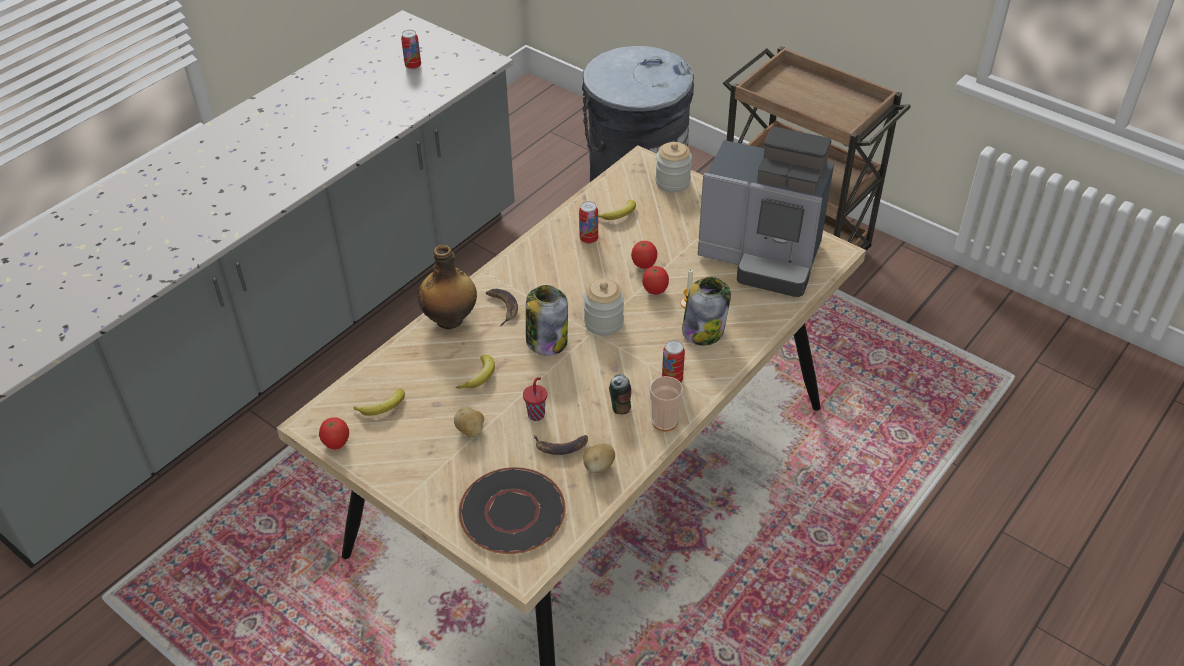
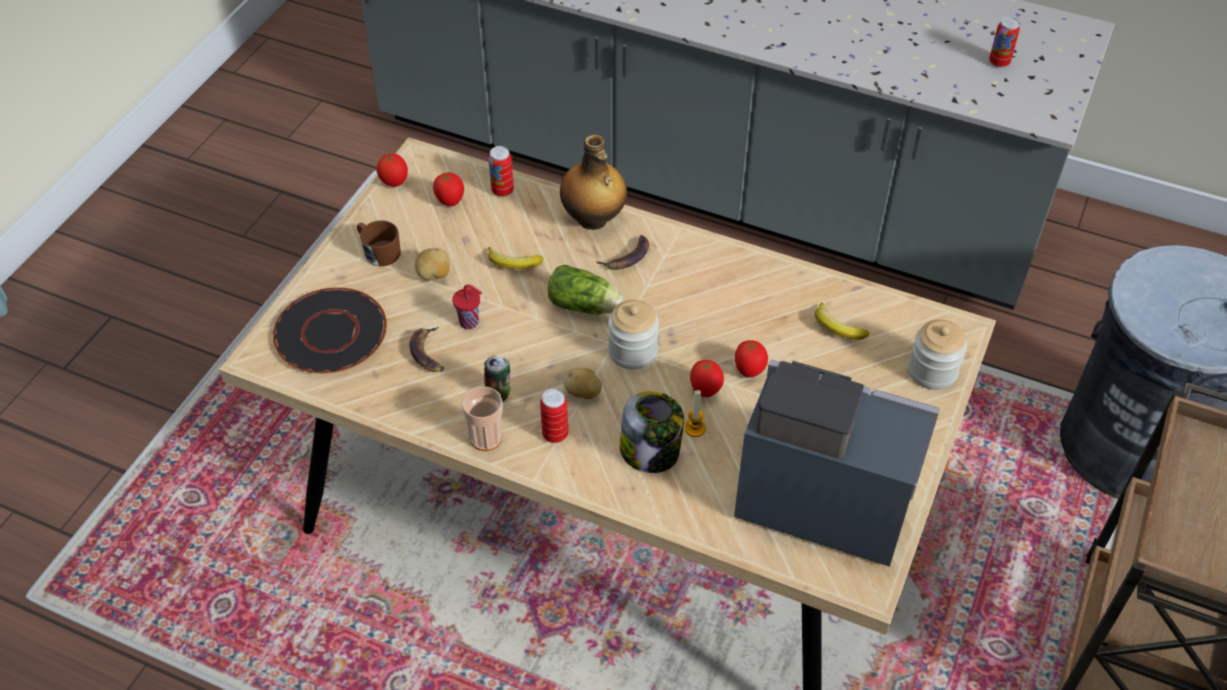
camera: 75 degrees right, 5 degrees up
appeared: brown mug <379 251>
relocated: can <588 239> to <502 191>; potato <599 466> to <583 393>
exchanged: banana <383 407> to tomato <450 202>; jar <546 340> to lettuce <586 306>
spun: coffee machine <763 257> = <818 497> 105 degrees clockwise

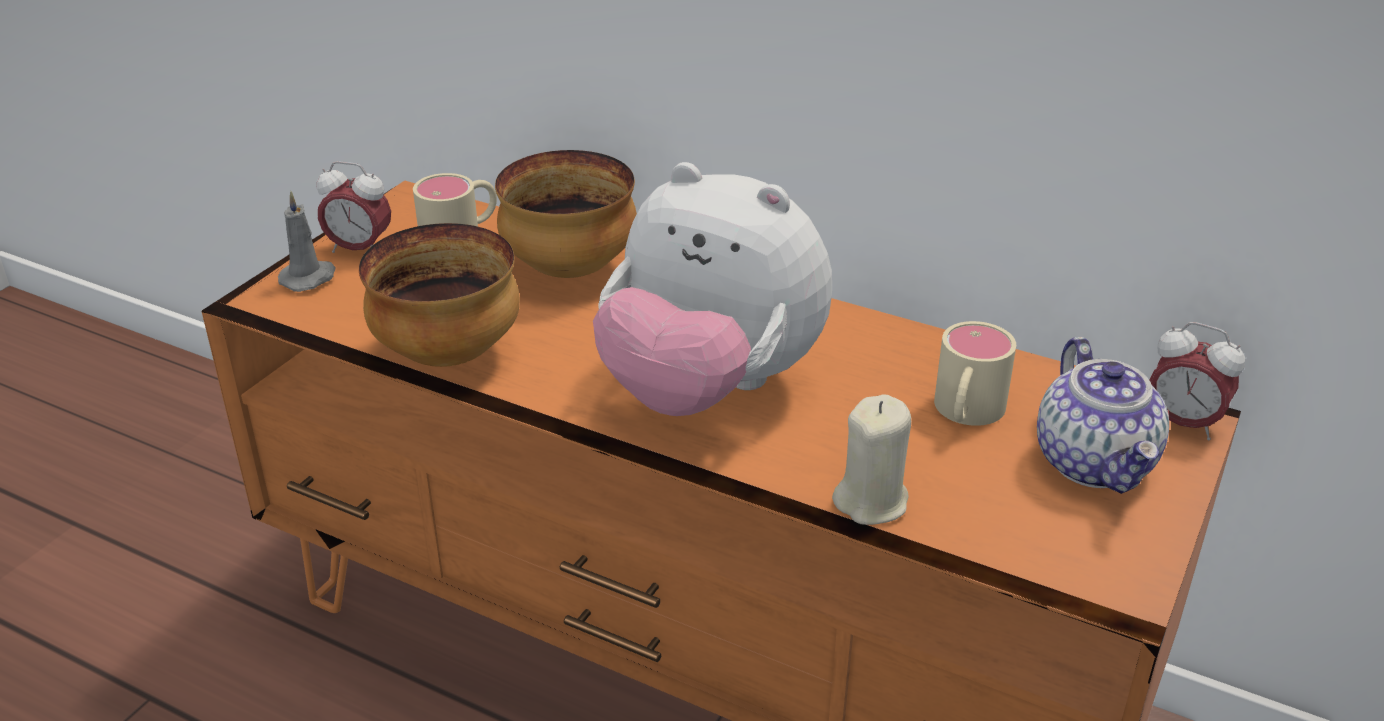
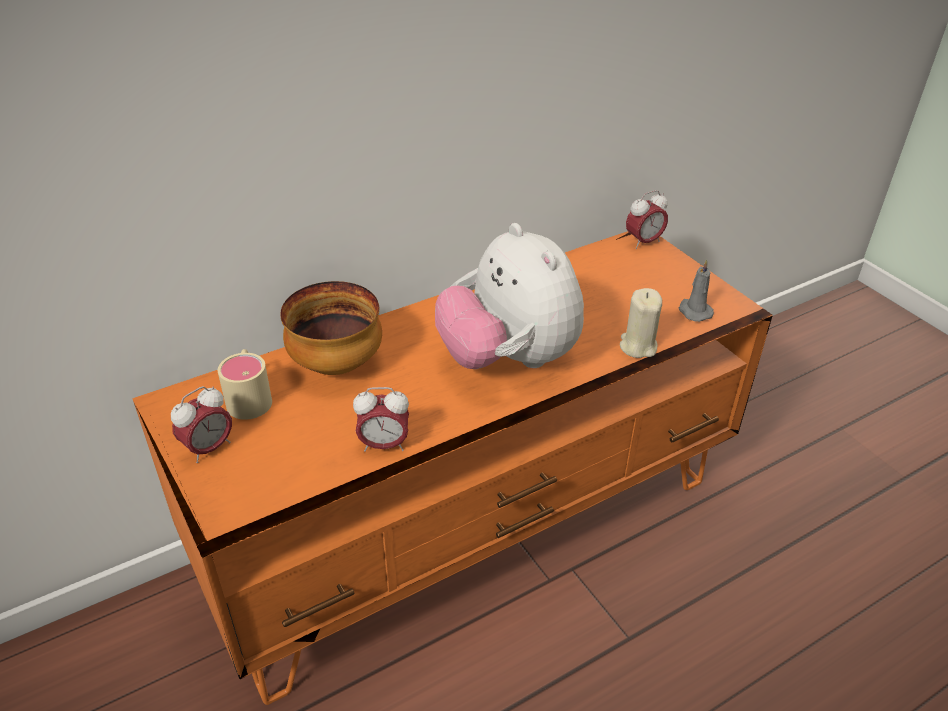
camera: 60 degrees left, 5 degrees up
missing: beige mug <965 413>; teapot <1096 463>
relocated: grey candle <309 278> to <694 311>
exchanged: bowl <450 354> to alarm clock <384 445>
spun: plush toy <709 389> = <508 359> 90 degrees clockwise

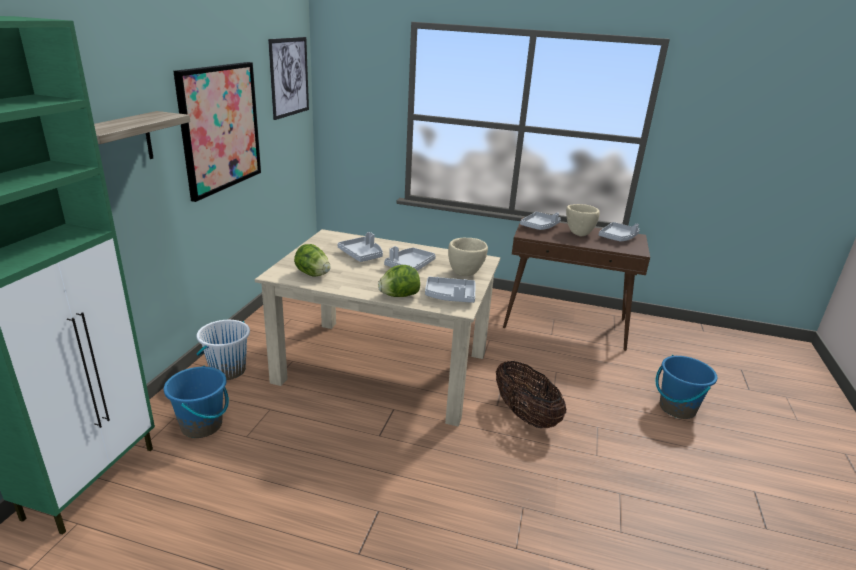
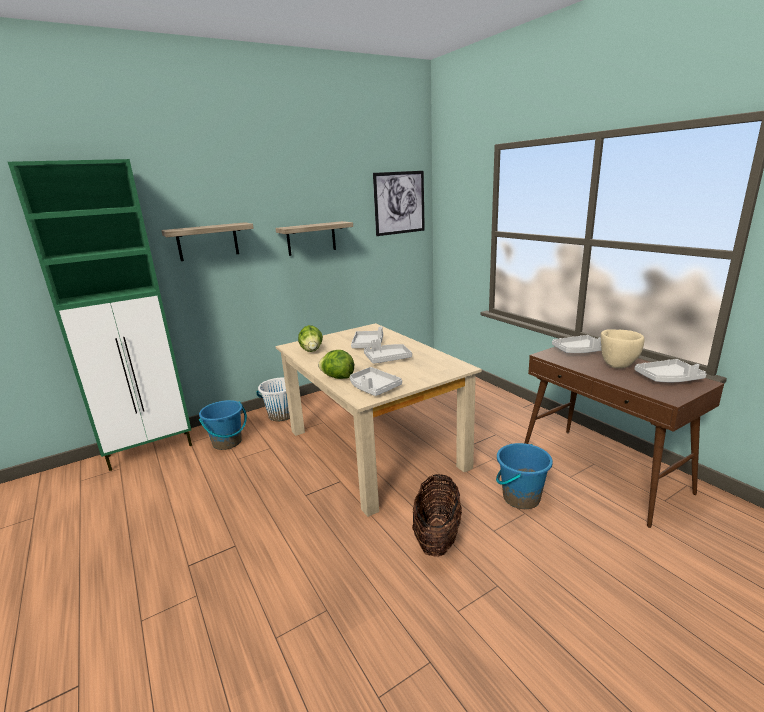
camera: 45 degrees right, 5 degrees down
missing: beige bowl <465 273>
relocated: blue bucket <677 408> to <520 498>
exchanged: picture <220 128> to shelf <311 238>

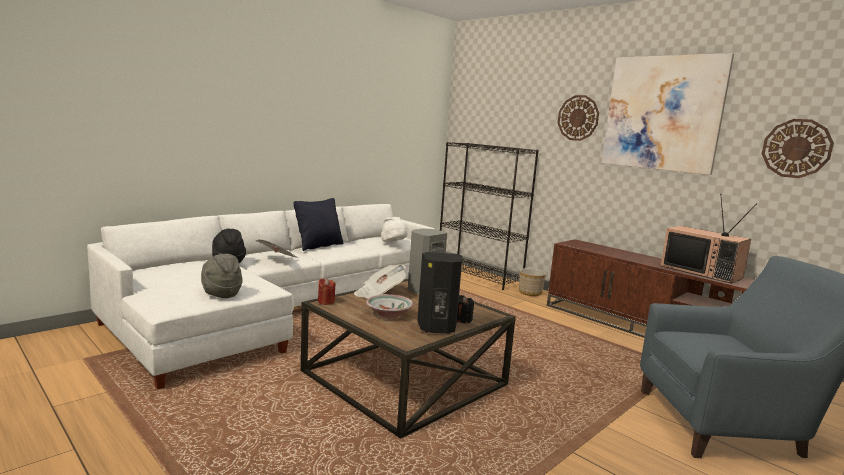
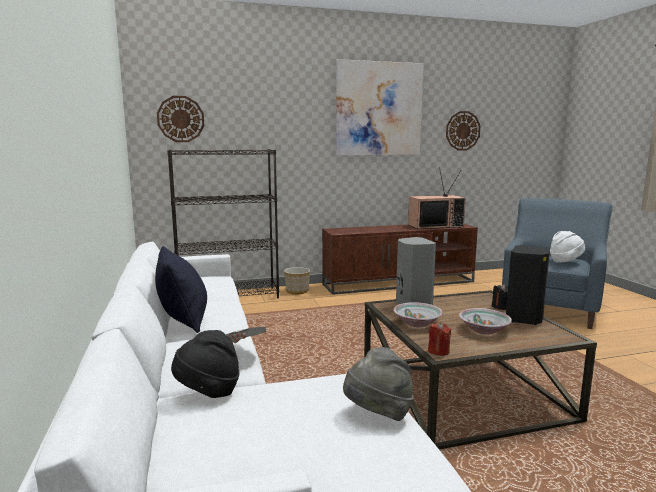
camera: 60 degrees left, 0 degrees up
relocated: wall clock <578 118> to <180 119>; white hat <394 244> to <565 261>
exchanged: newspaper <379 294> to bowl <417 323>

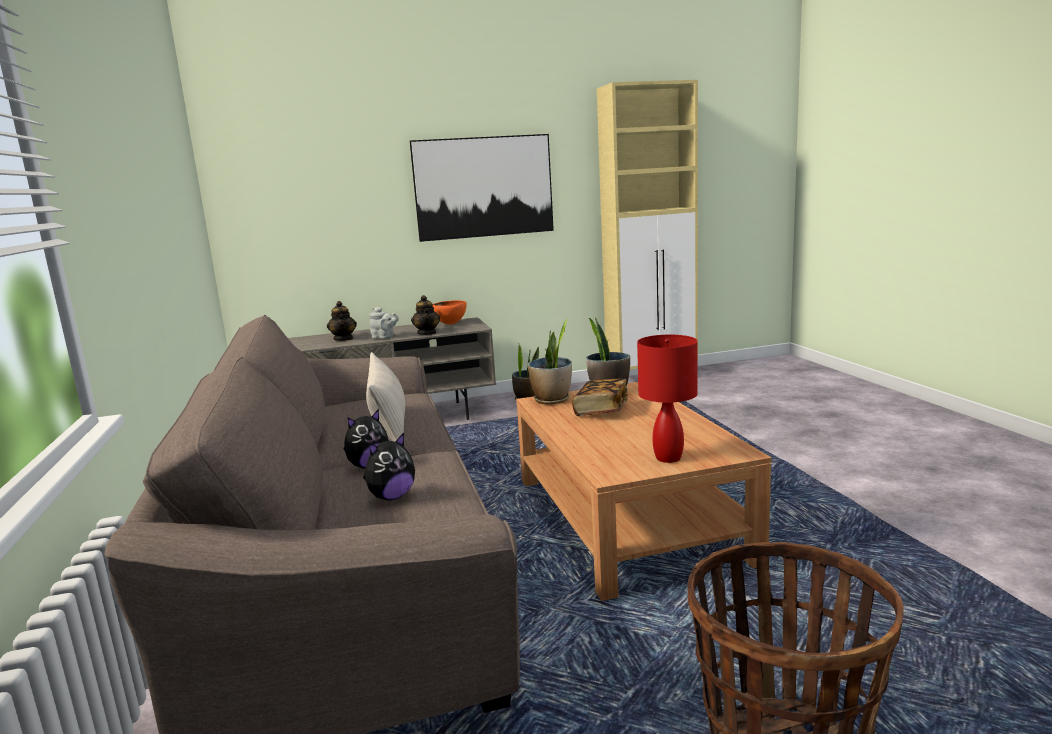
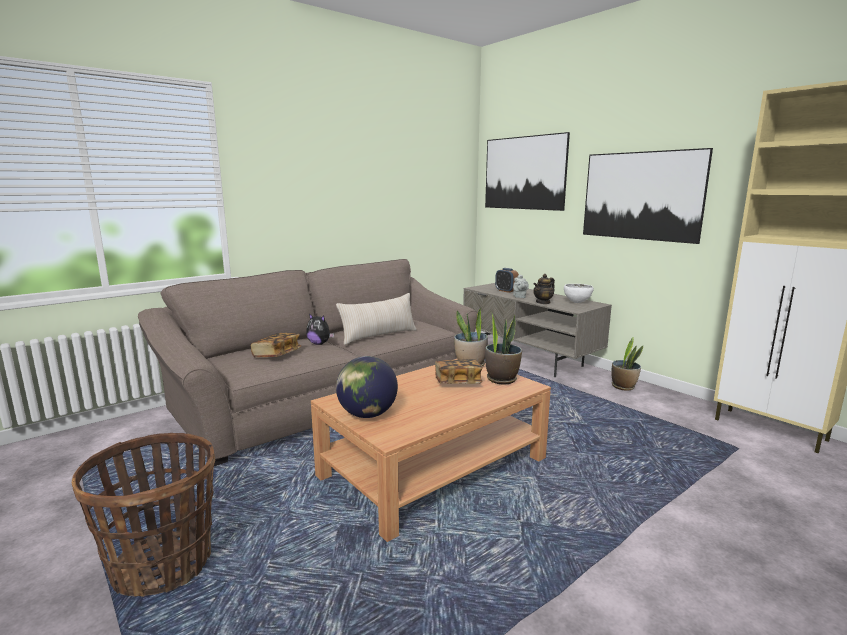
camera: 65 degrees right, 0 degrees up
appeared: picture <524 173>
exchanged: plush toy <391 497> to book <277 355>; red table lamp <668 458> to globe <367 414>; teapot <343 339> to alarm clock <506 291>
colour: orange bowl <451 324> to white bowl <577 302>

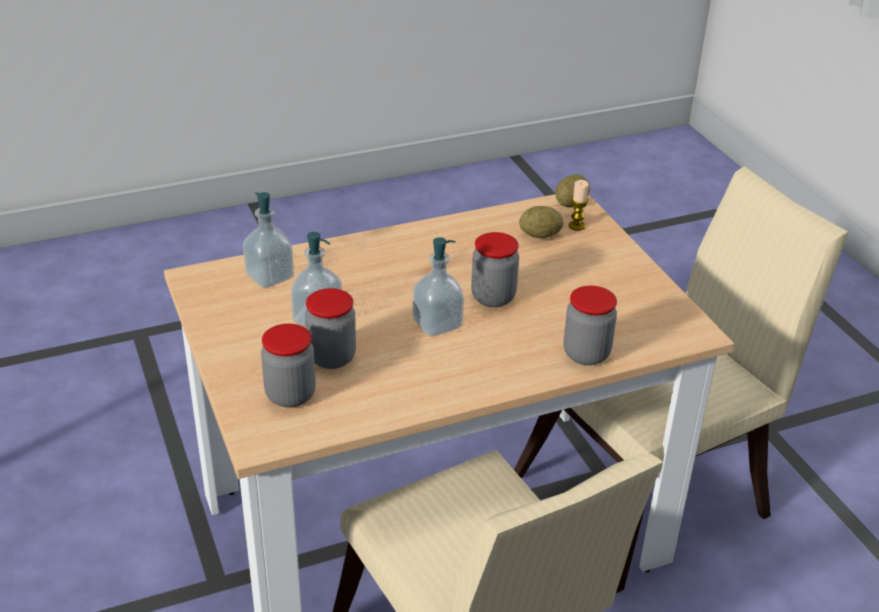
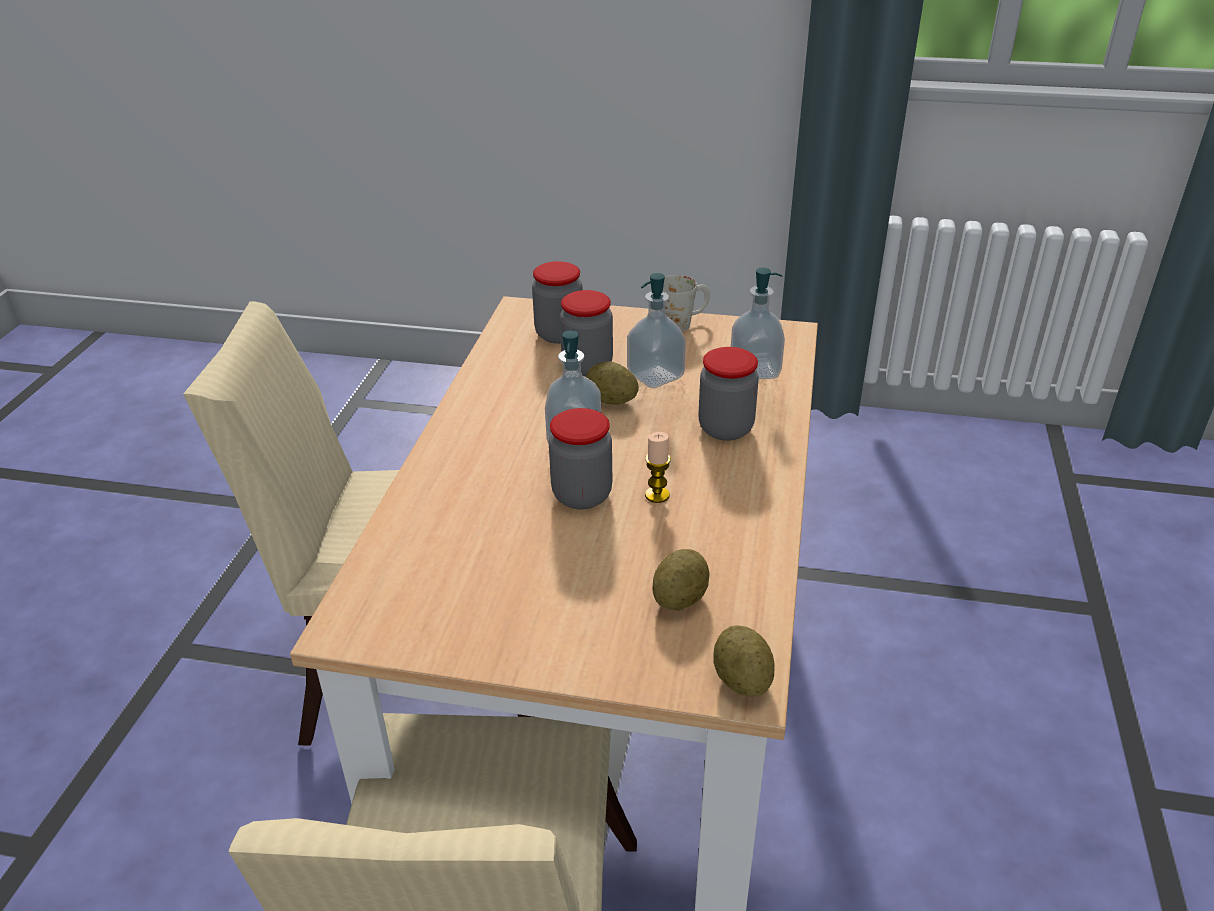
camera: 125 degrees right, 0 degrees up
appeared: potato <612 400>; white mug <683 323>
relocated: candle <576 226> to <657 495>; jar <586 354> to <725 428>

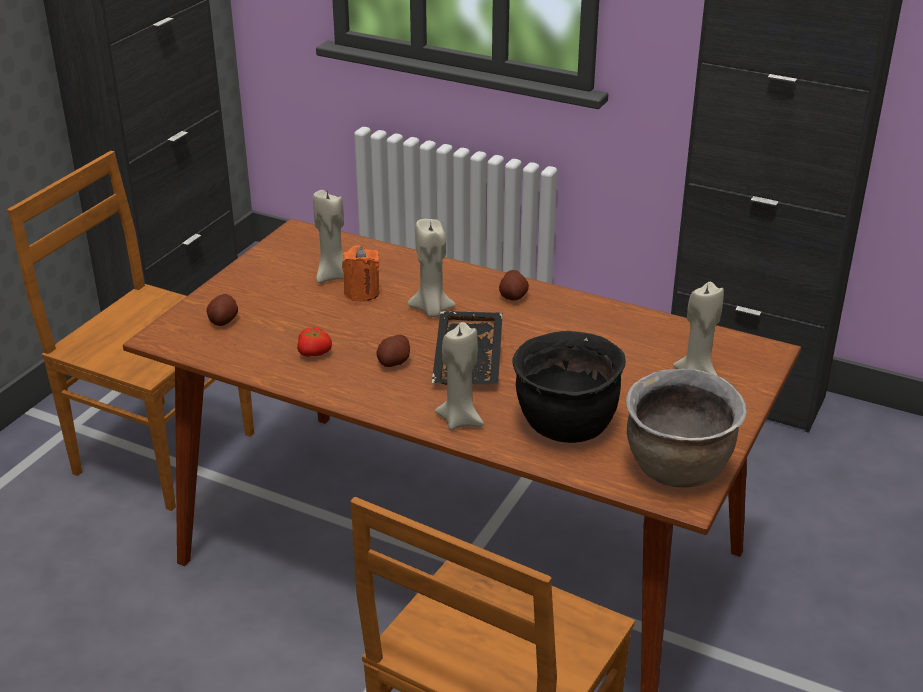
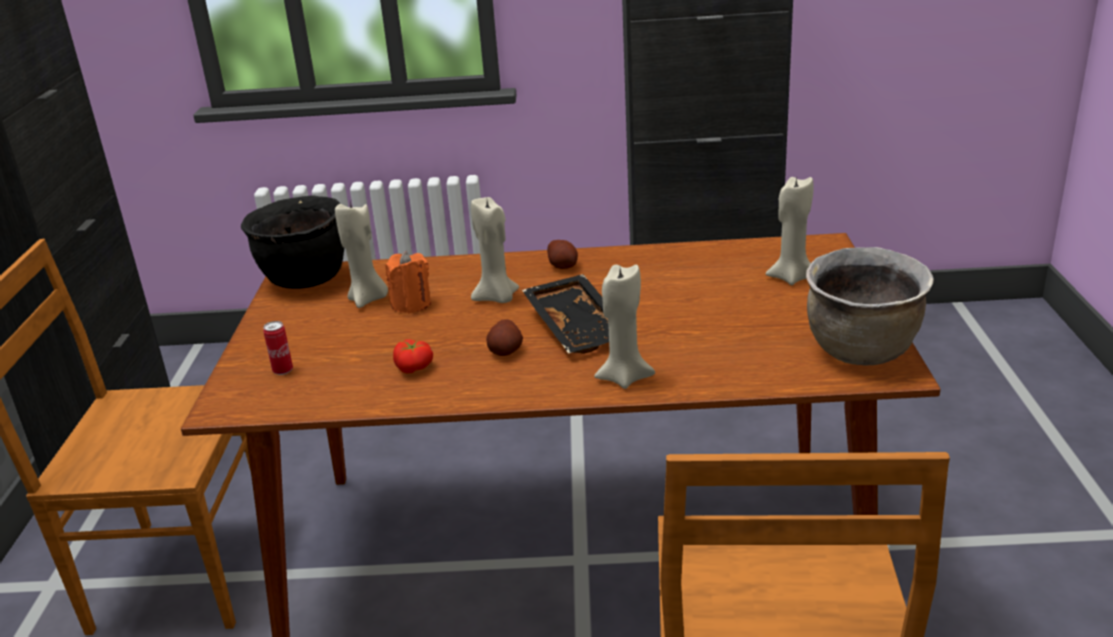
camera: 25 degrees left, 5 degrees down
relocated: black cooking pot <565 426> to <304 280>
exchanged: potato <223 320> to can <283 371>

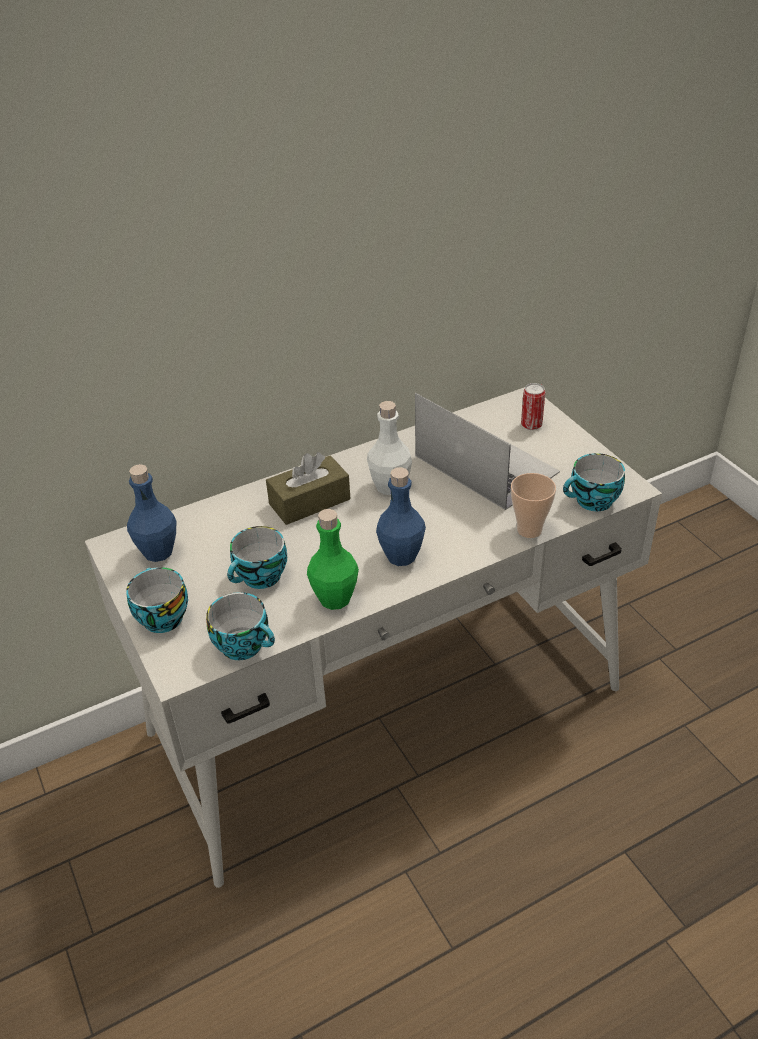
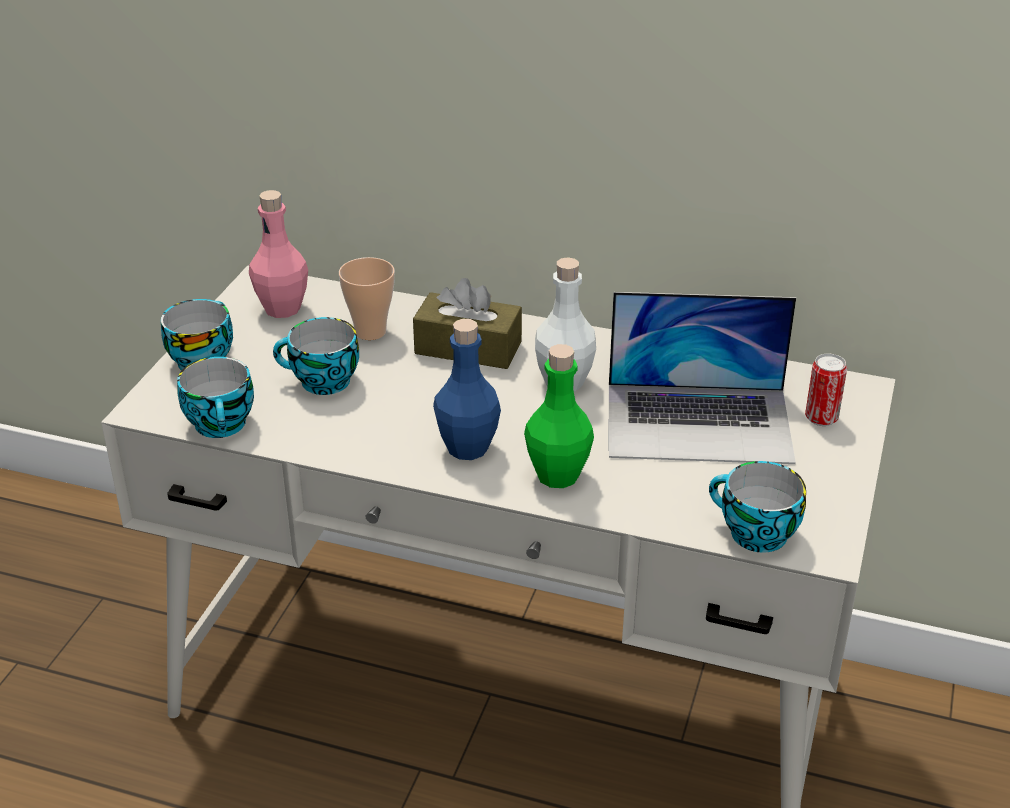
camera: 45 degrees right, 5 degrees down
relocated: cup <529 530> to <370 332>; green bottle <335 598> to <557 475>
colour: blue bottle <158 552> to pink bottle <282 308>
spun: laptop <485 464> = <699 423> 90 degrees clockwise

